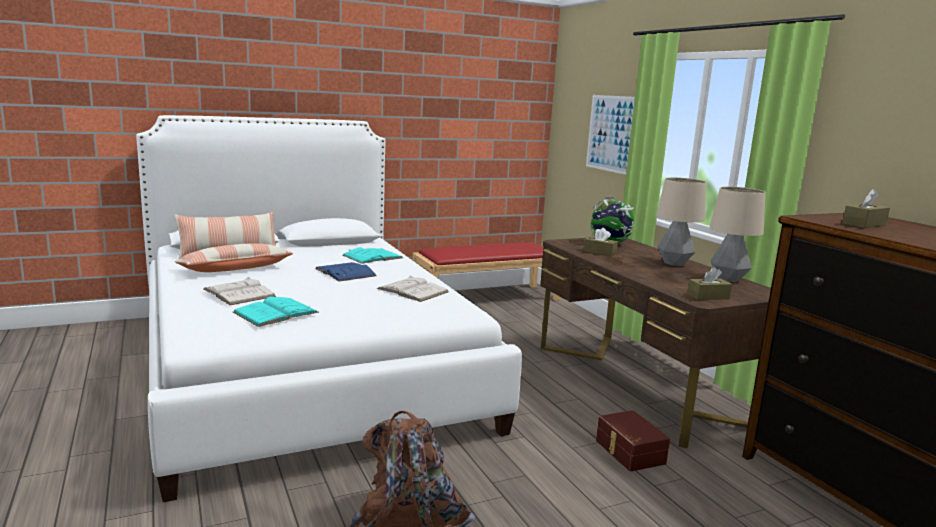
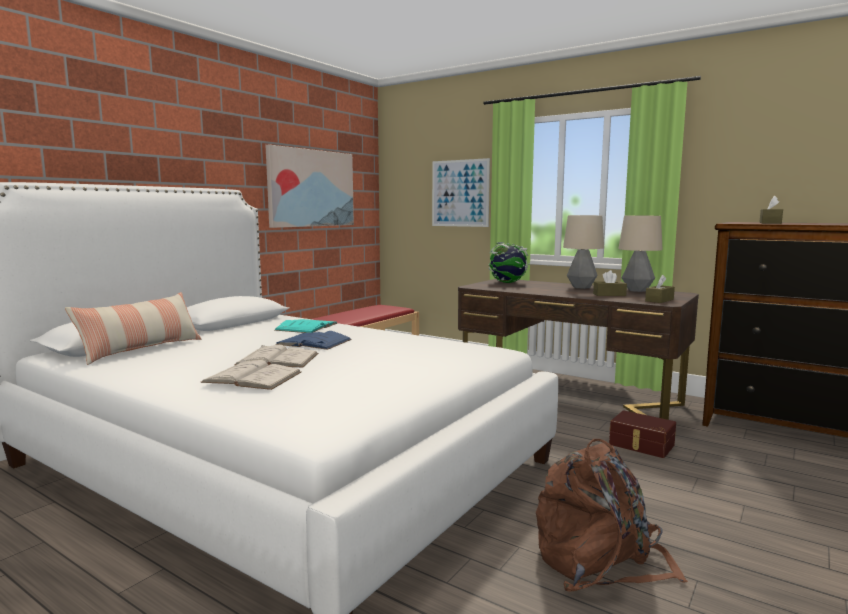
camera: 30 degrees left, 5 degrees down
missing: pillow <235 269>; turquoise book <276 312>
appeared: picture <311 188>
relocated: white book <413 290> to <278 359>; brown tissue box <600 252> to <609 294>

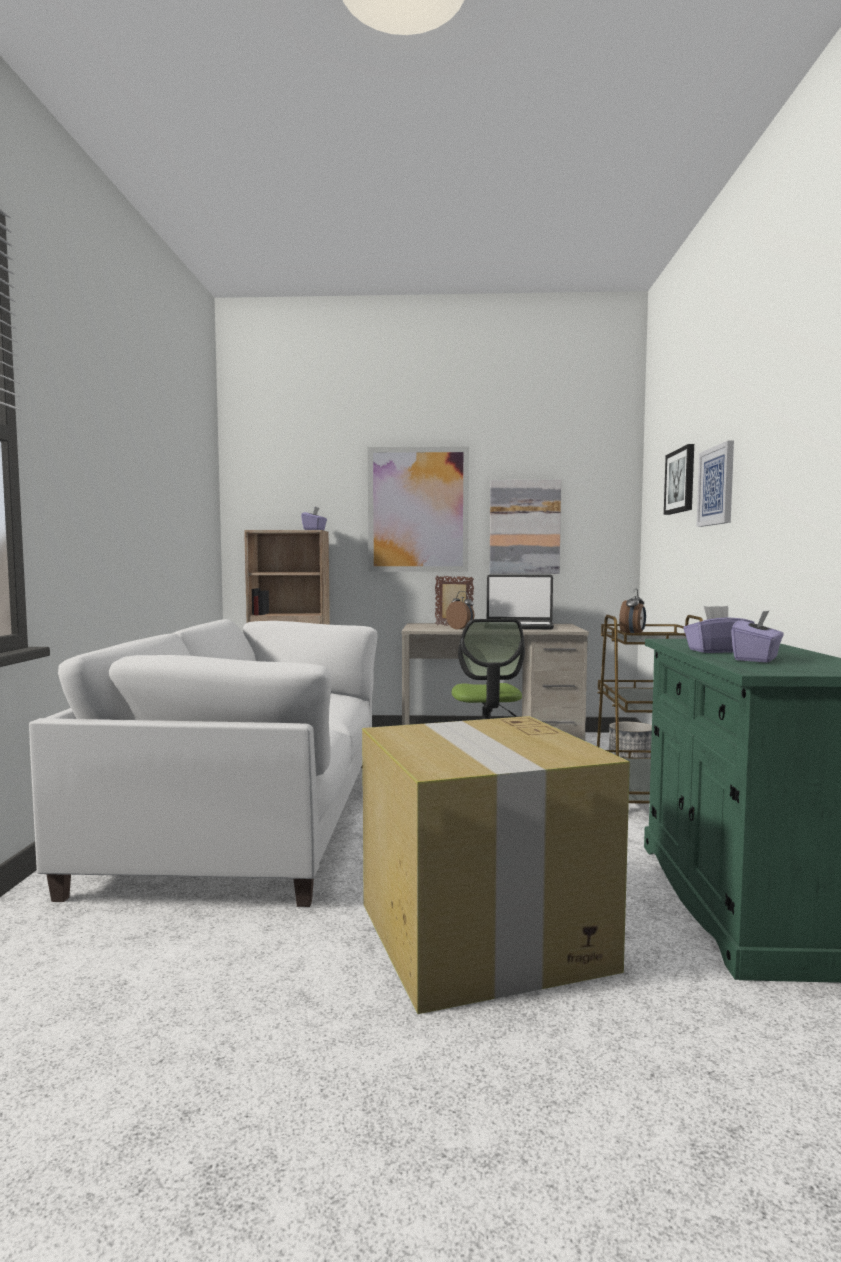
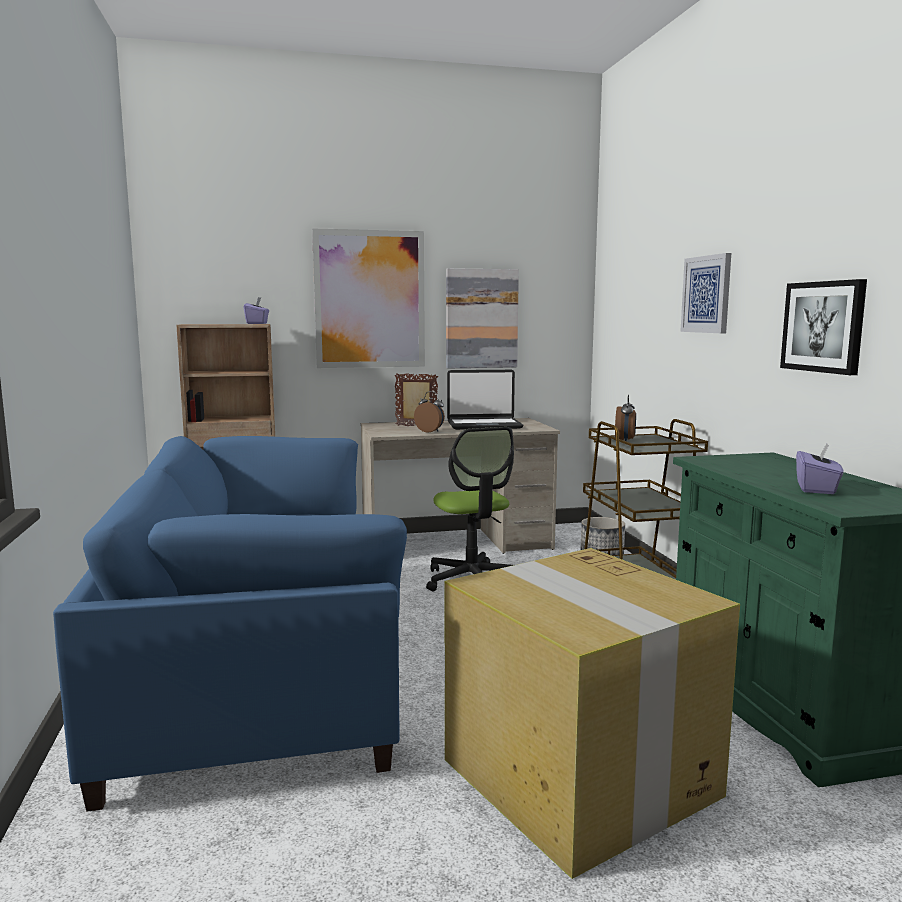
camera: 15 degrees left, 5 degrees up
missing: purple tissue box <716 651>
relocated: picture <681 481> to <823 326>
colour: white sofa <251 816> to blue sofa <257 664>

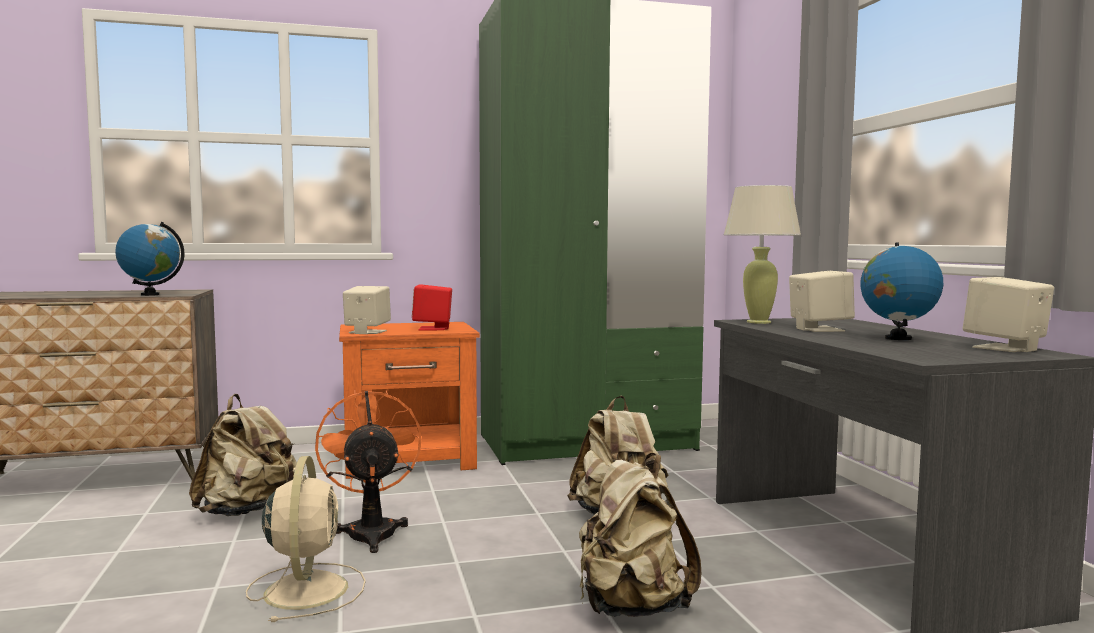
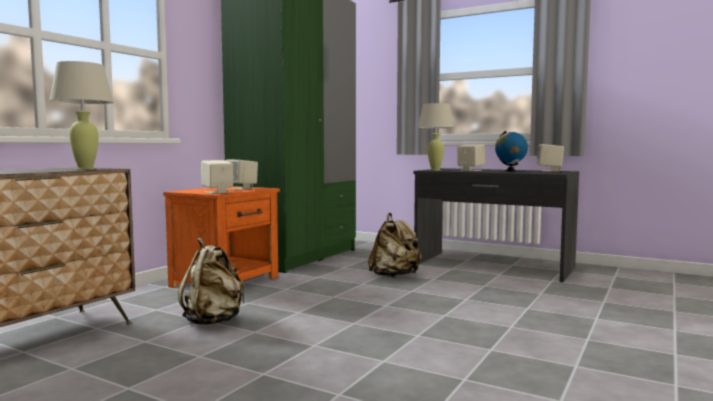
camera: 45 degrees left, 0 degrees up
missing: beige fan <307 589>; orange fan <371 531>; beige backpack <631 607>
exchanged: globe <150 294> to beige table lamp <85 169>
colour: red speaker <433 328> to beige speaker <242 188>

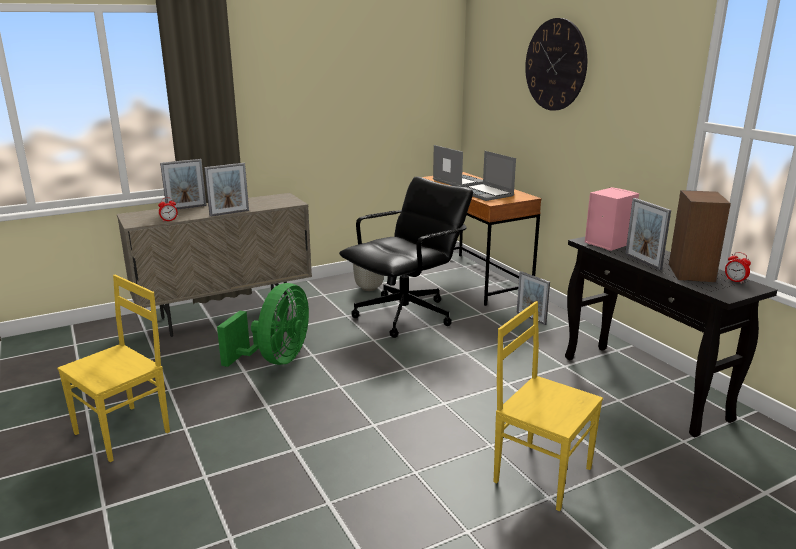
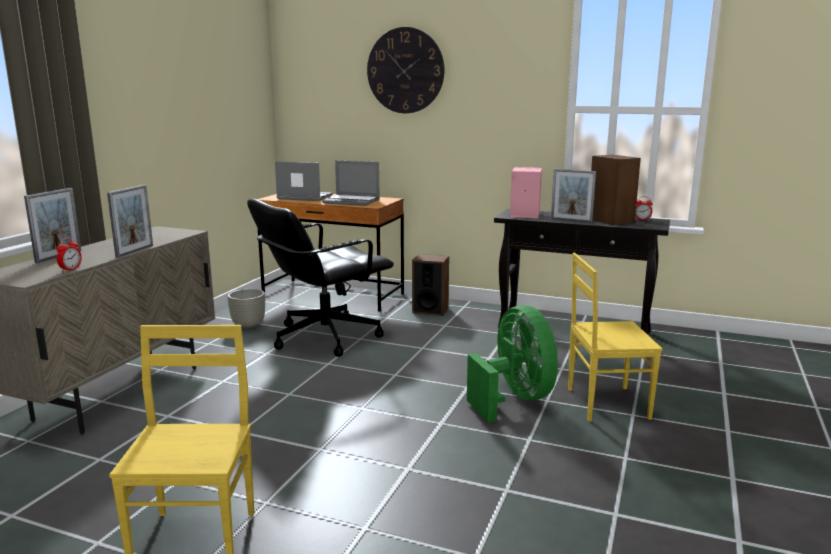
camera: 40 degrees left, 5 degrees down
relocated: green fan <275 359> to <514 399>
exchanged: picture frame <531 318> to speaker <430 310>
spun: black office chair <406 315> = <324 337> 135 degrees counterclockwise

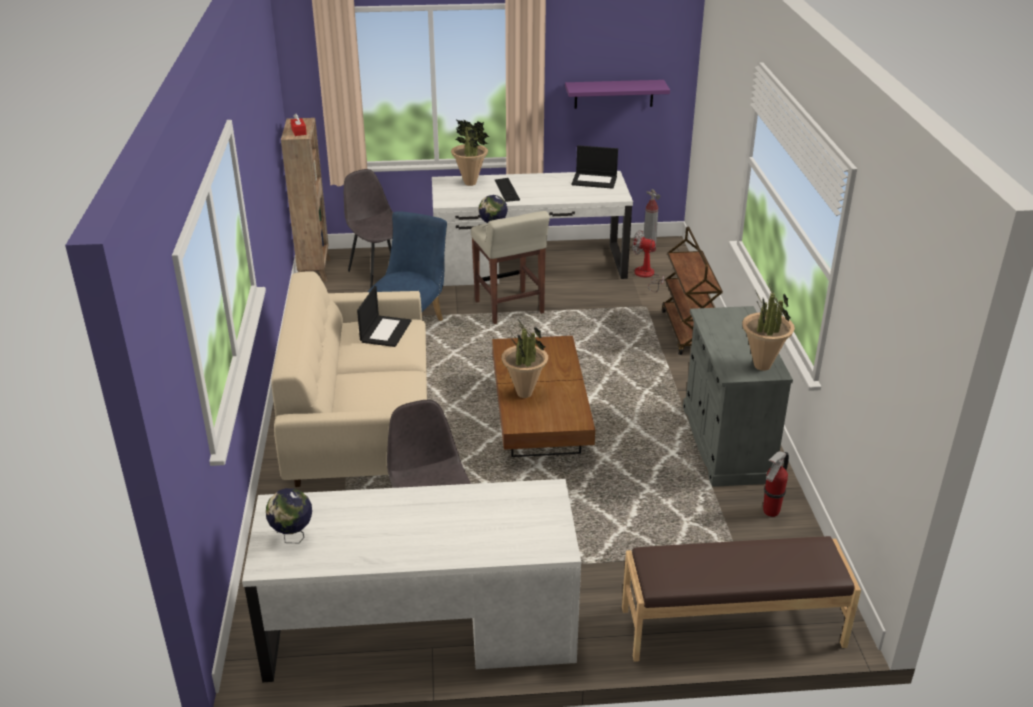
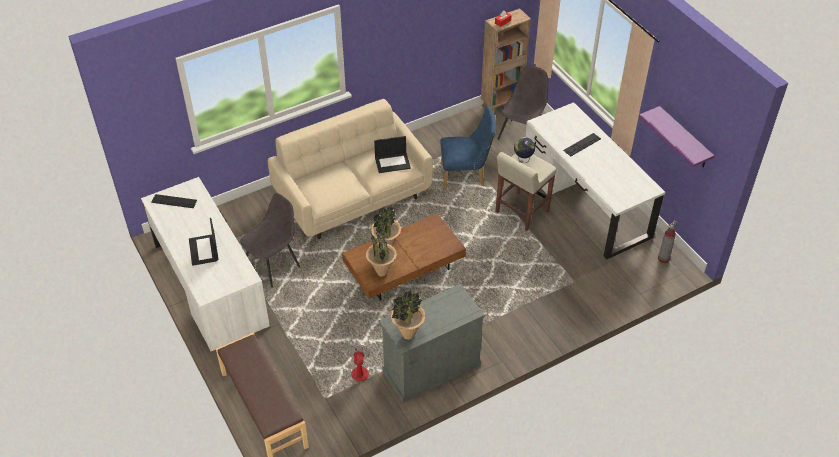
camera: 65 degrees right, 15 degrees up
missing: brown cart <688 332>; fire extinguisher <770 512>
relocated: laptop <595 180> to <204 250>; fan <646 276> to <354 378>; potted plant <470 183> to <382 273>
exchanged: globe <293 537> to keyboard <174 201>

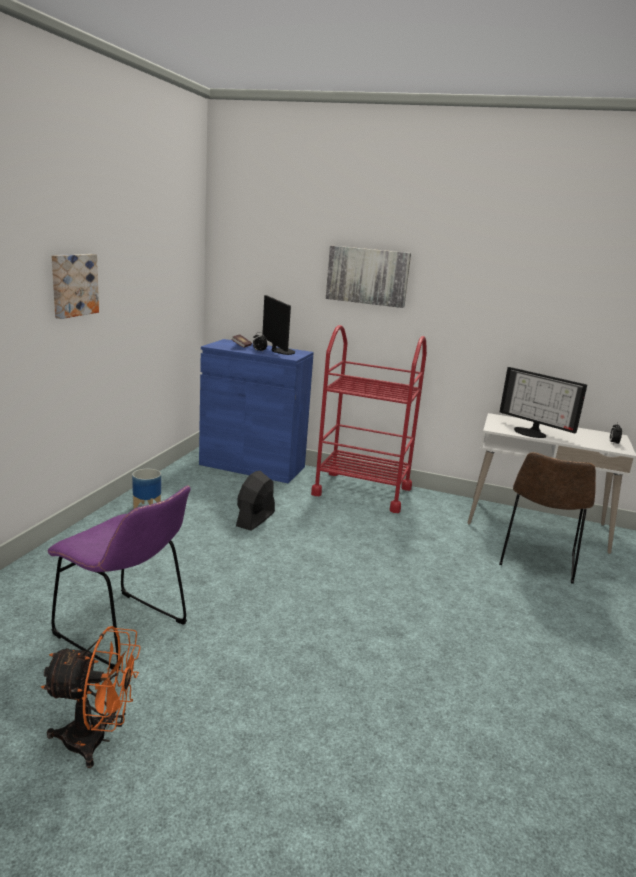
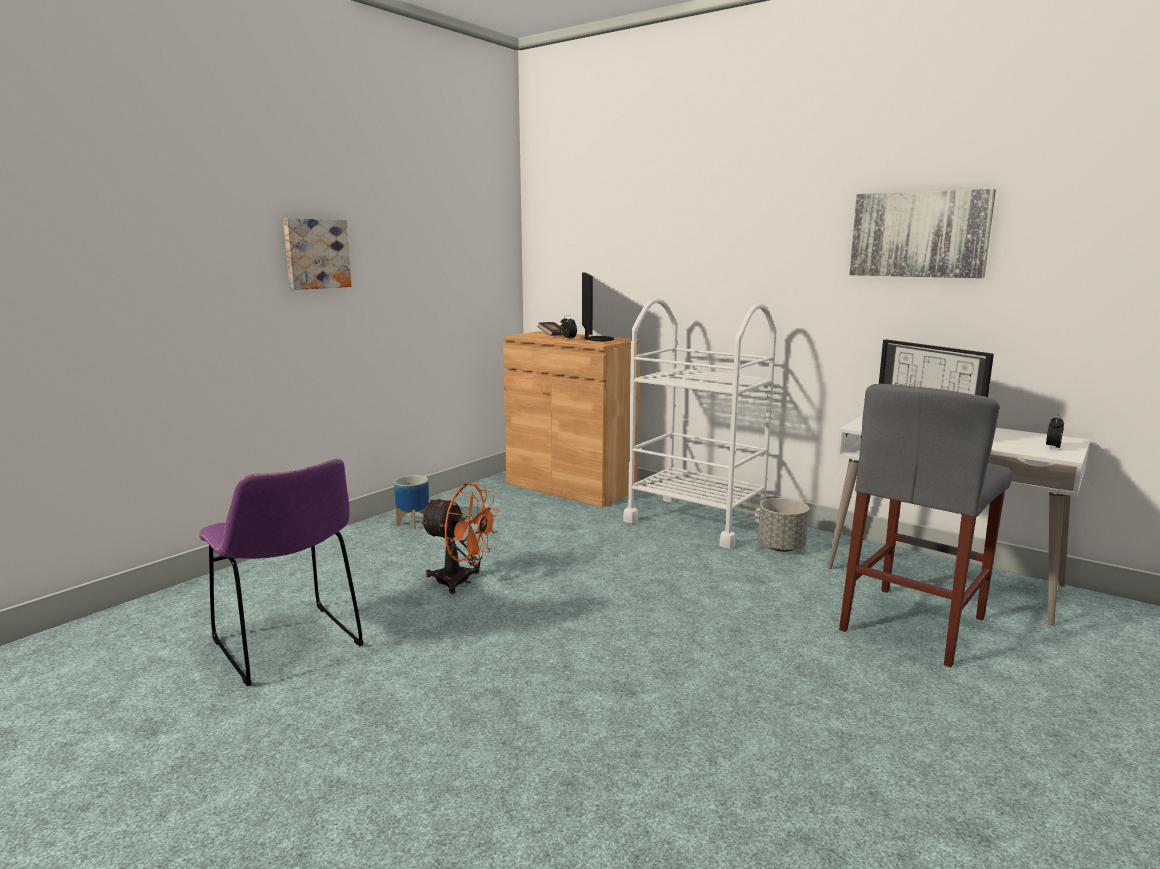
camera: 20 degrees right, 5 degrees down
missing: black fan <255 519>
appeared: grey planter <781 547>
relocated: orange fan <96 740> to <461 581>; picture <367 276> to <919 234>
exchanged: brown chair <537 561> to grey stool <913 624>
colour: blue cabinet <252 466> to brown cabinet <570 487>; red cart <362 491> to white cart <696 521>

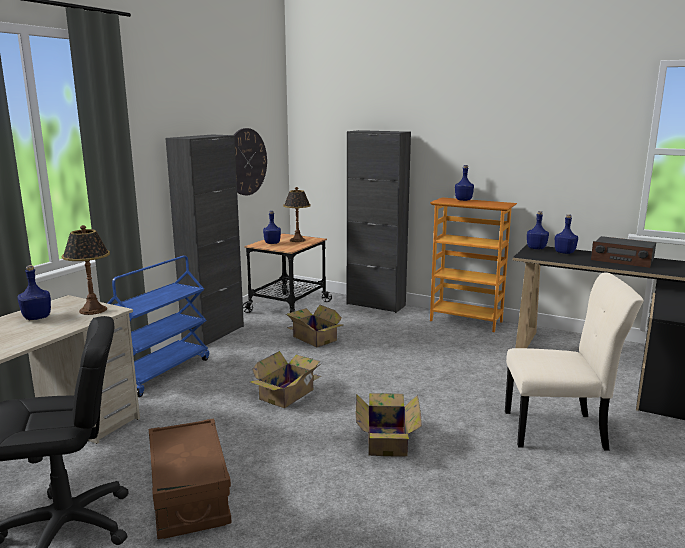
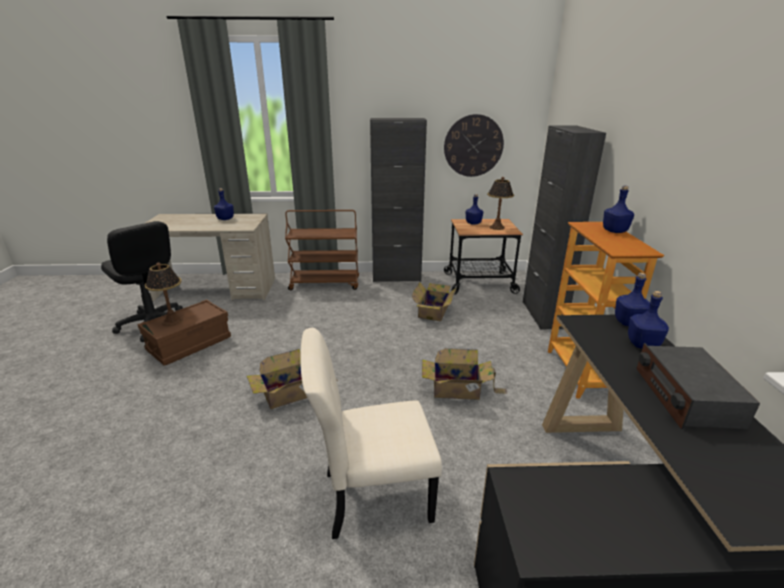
camera: 60 degrees right, 10 degrees up
relocated: table lamp <92 310> to <172 321>; cardboard box <288 394> to <458 389>
colour: blue cart <161 372> to brown cart <325 284>
spun: beige chair <559 431> = <372 496> 105 degrees clockwise

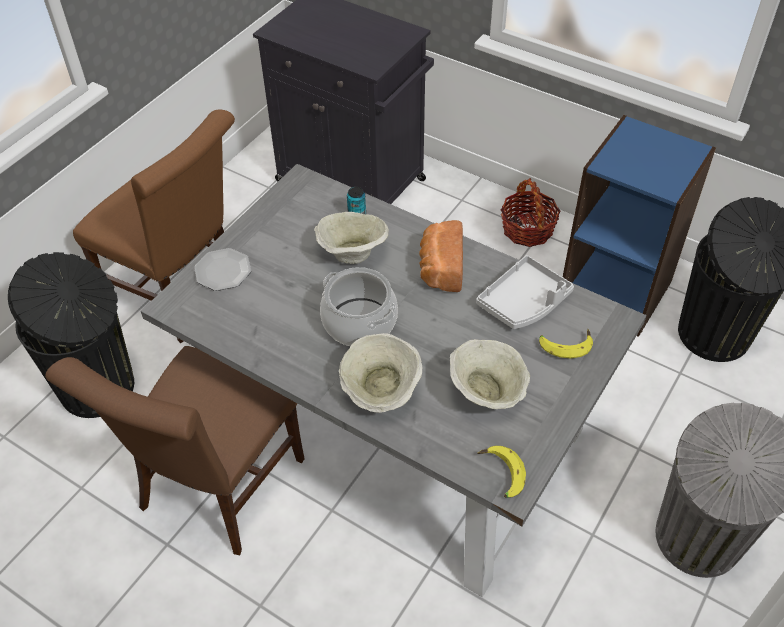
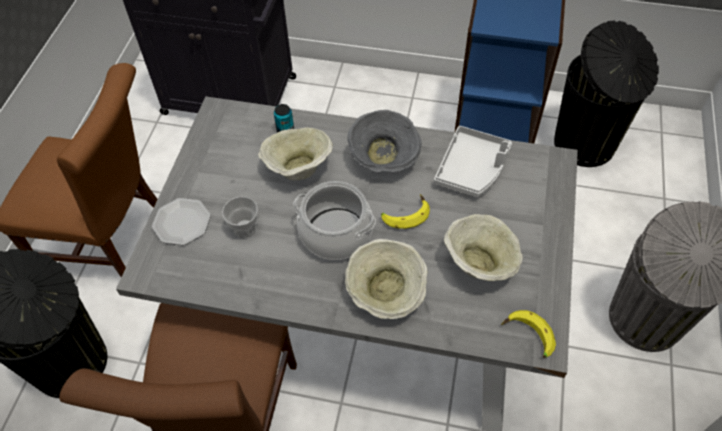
camera: 20 degrees left, 5 degrees up
missing: basket <527 229>
appeared: cup <244 228>
relocated: banana <565 344> to <405 214>
exchanged: bread <440 268> to grey bowl <384 159>

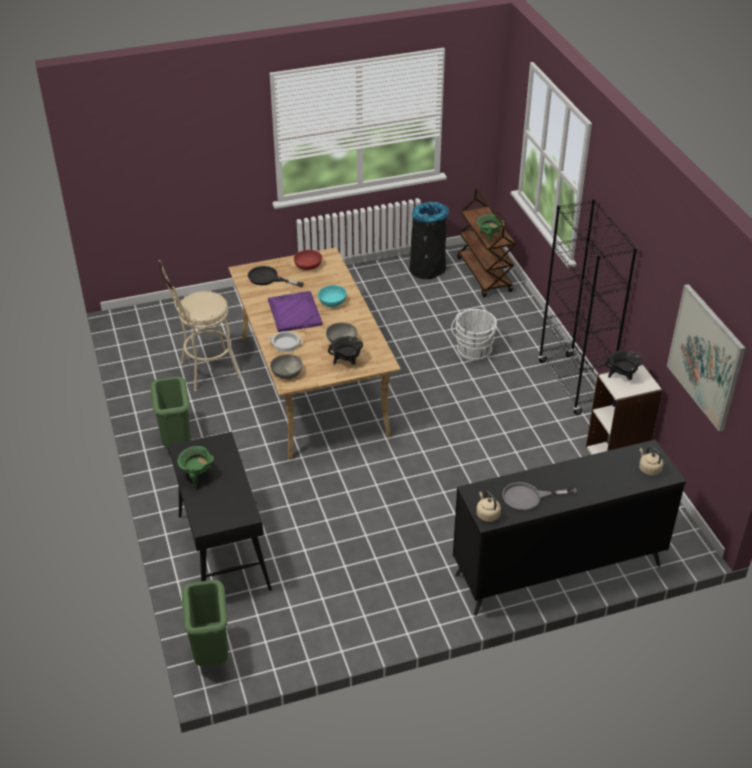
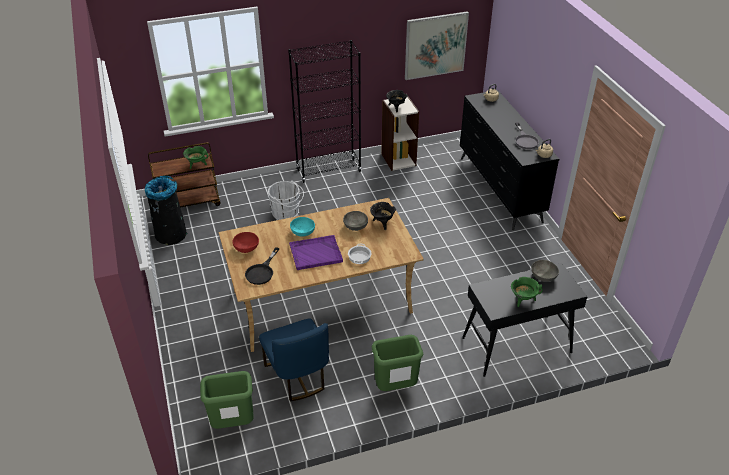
camera: 90 degrees left, 0 degrees up
relocated: green trash can <212 654> to <233 424>; grey bowl <286 373> to <543 276>
exchanged: beige stool <204 371> to blue chair <297 376>

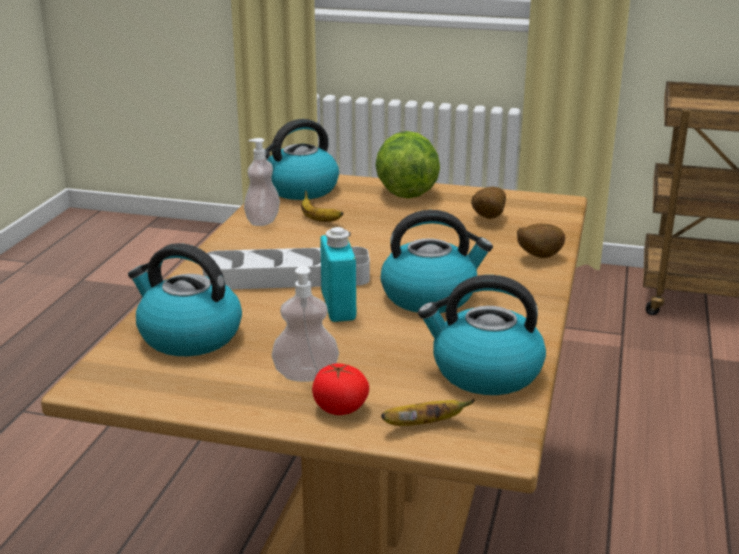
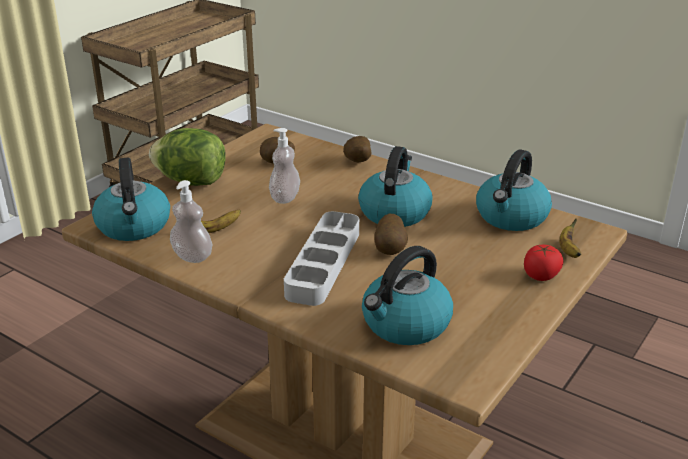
camera: 70 degrees left, 5 degrees up
relocated: soap dispenser <306 375> to <285 198>
exchanged: turquoise bottle <338 307> to potato <391 250>

